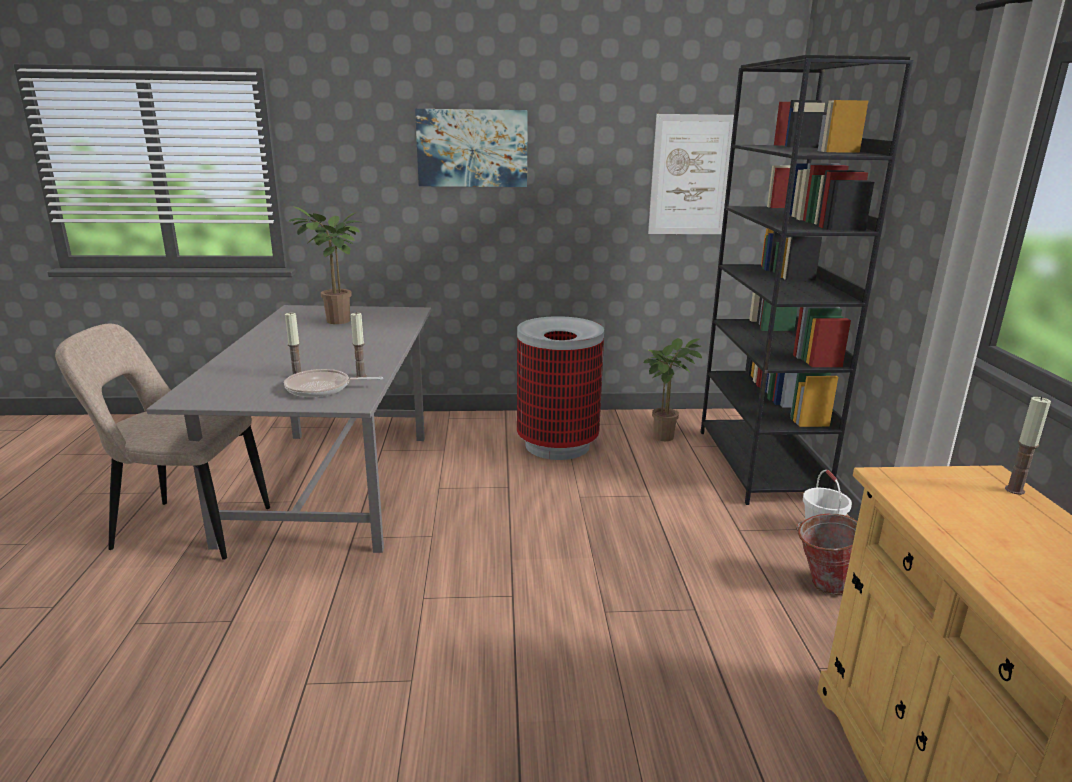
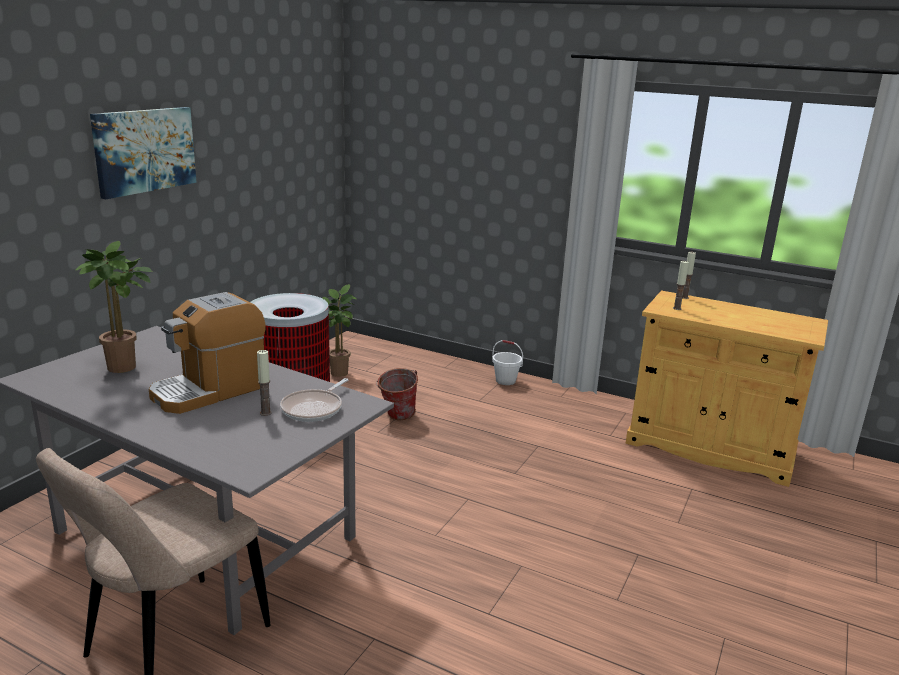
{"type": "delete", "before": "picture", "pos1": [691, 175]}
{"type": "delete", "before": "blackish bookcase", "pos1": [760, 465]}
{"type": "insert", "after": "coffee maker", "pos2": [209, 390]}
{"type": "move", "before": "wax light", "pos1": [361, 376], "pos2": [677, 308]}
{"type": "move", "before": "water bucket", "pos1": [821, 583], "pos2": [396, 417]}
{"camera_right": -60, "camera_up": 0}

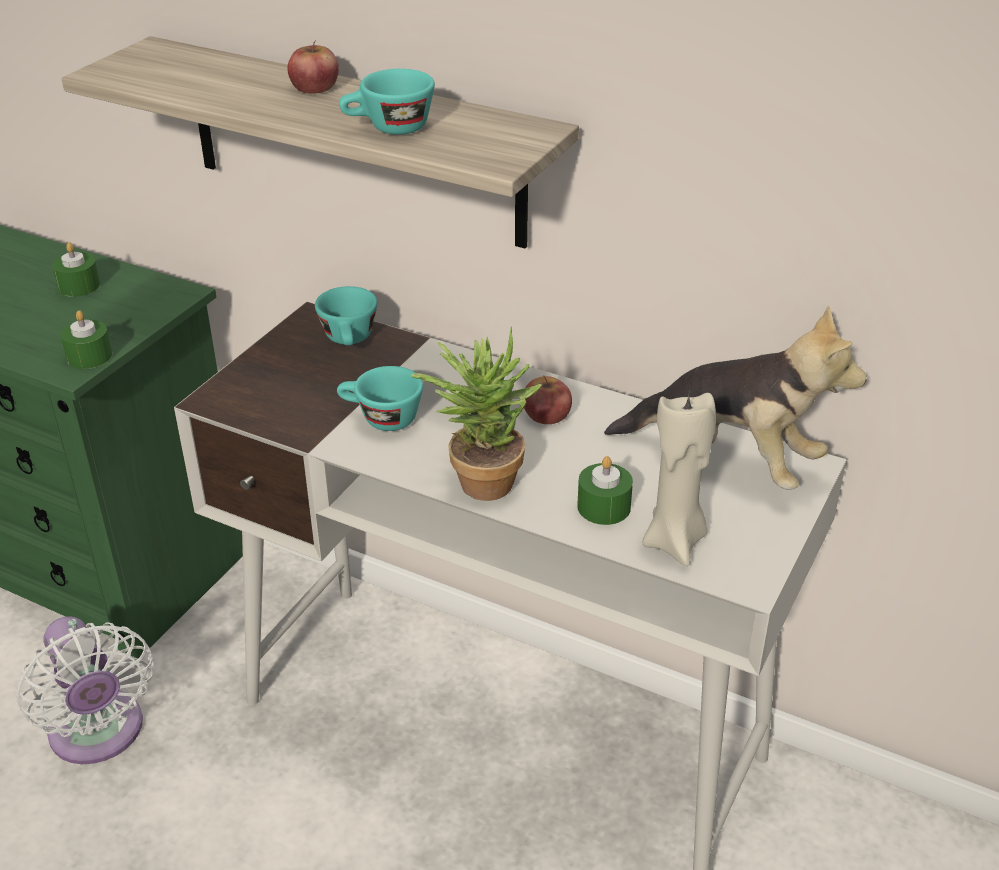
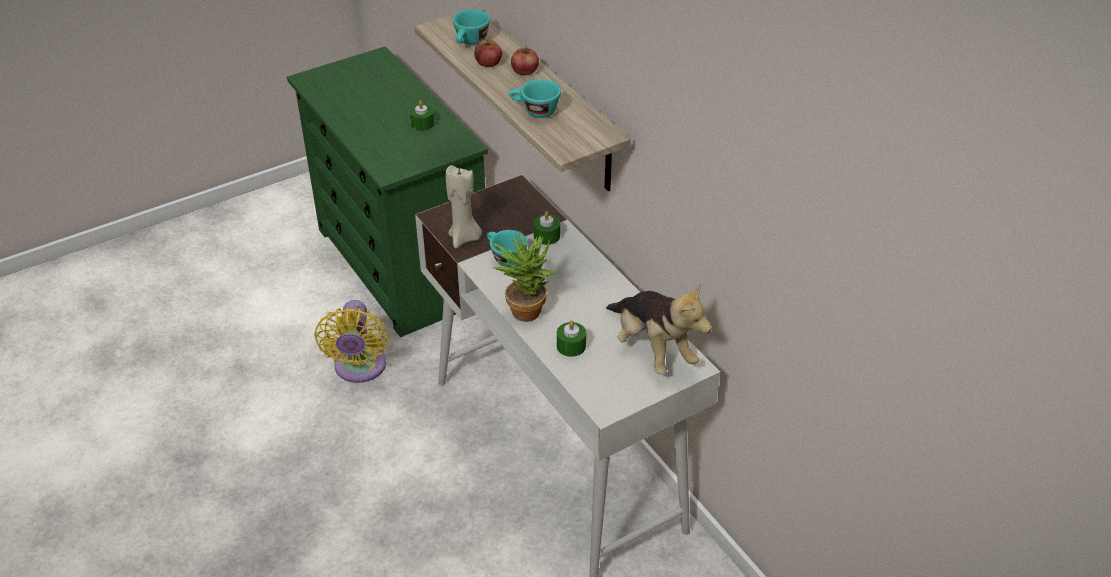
{"type": "move", "before": "green-coloured wax light", "pos1": [89, 356], "pos2": [546, 236]}
{"type": "move", "before": "blue-green small cup", "pos1": [350, 340], "pos2": [470, 42]}
{"type": "move", "before": "whole apple", "pos1": [546, 414], "pos2": [488, 62]}
{"type": "move", "before": "beige wax light", "pos1": [675, 541], "pos2": [464, 238]}
{"type": "recolor", "before": "white-coloured cooling fan", "after": "yellowish cooling fan", "pos1": [99, 735], "pos2": [359, 368]}
{"camera_right": 30, "camera_up": 5}

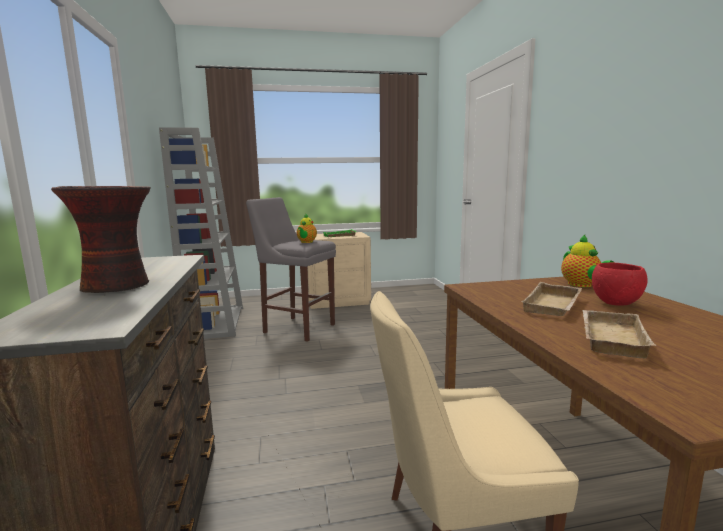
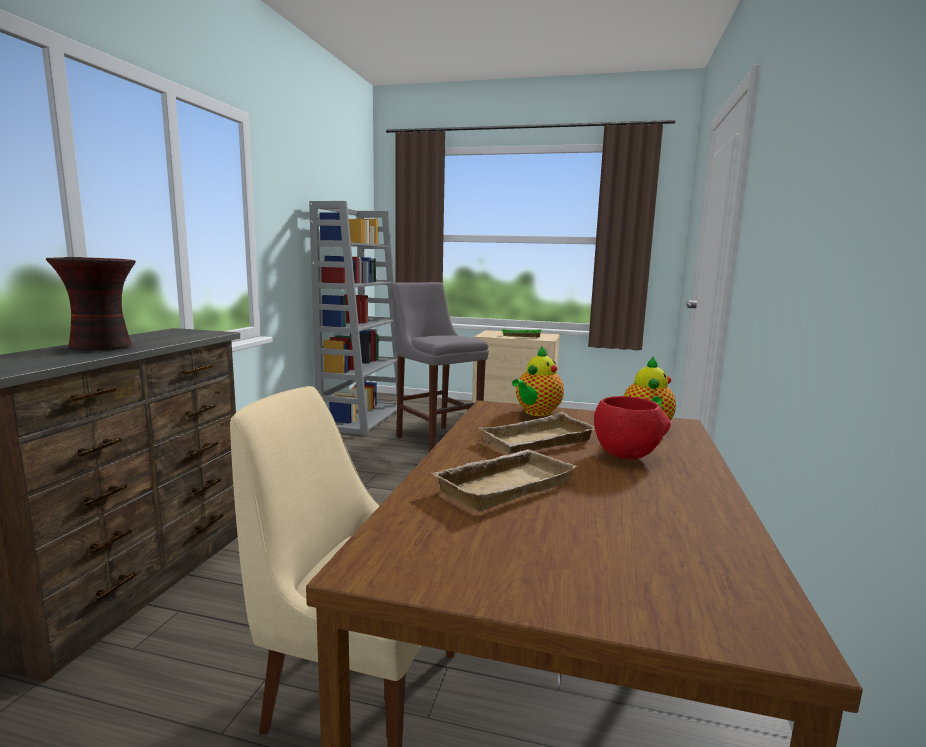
{"type": "move", "before": "tea pot", "pos1": [306, 242], "pos2": [536, 413]}
{"camera_right": 25, "camera_up": 0}

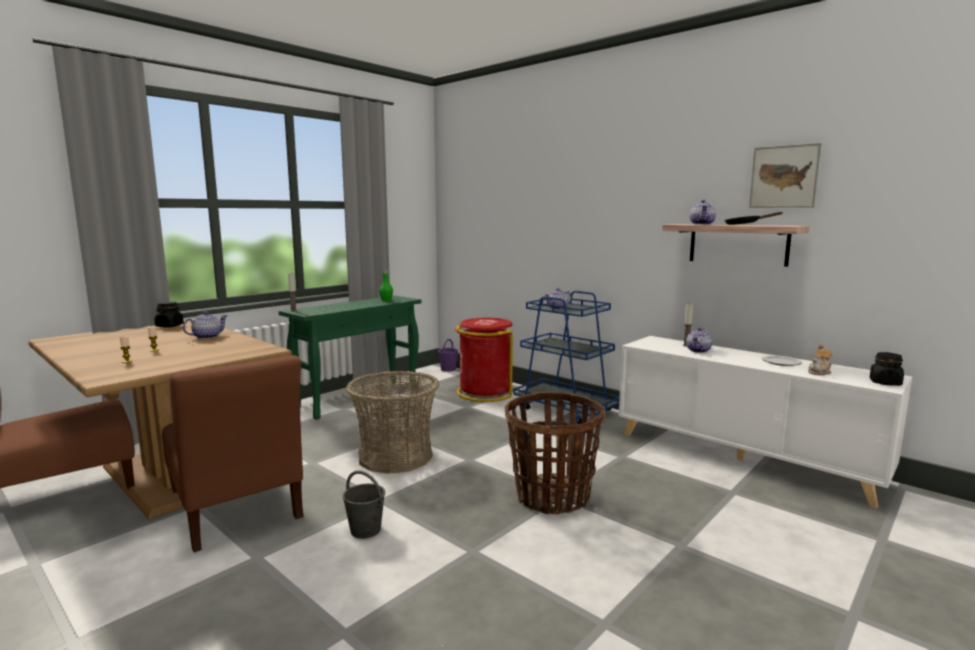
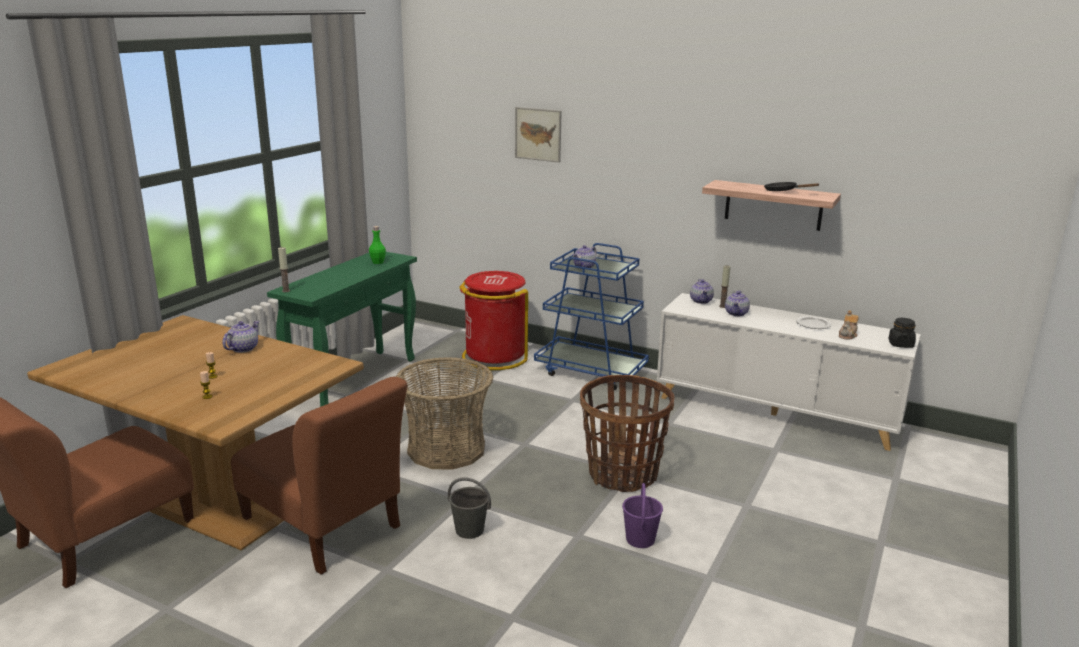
{"type": "delete", "before": "blackish jar", "pos1": [169, 326]}
{"type": "move", "before": "purple water bucket", "pos1": [448, 369], "pos2": [640, 540]}
{"type": "move", "before": "tea pot", "pos1": [702, 224], "pos2": [701, 301]}
{"type": "move", "before": "picture", "pos1": [784, 176], "pos2": [538, 134]}
{"camera_right": -15, "camera_up": 10}

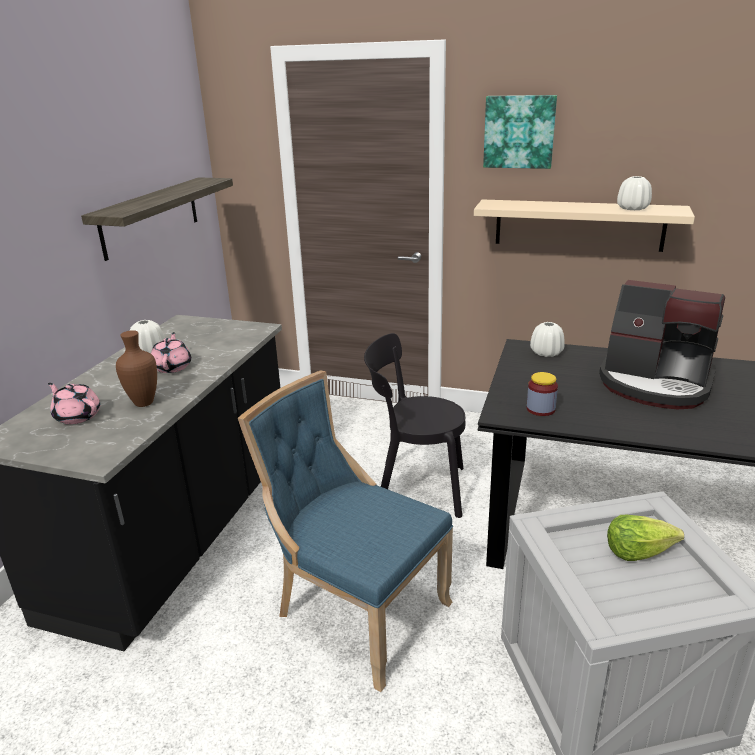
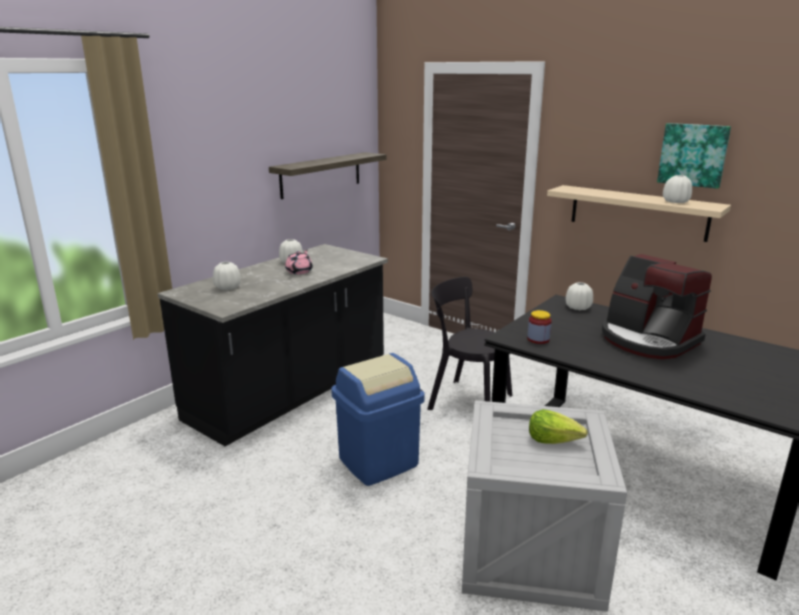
{"type": "delete", "before": "brown decorative vase", "pos1": [145, 402]}
{"type": "move", "before": "picture", "pos1": [519, 132], "pos2": [693, 155]}
{"type": "replace", "before": "pink tea pot", "after": "white-coloured decorative vase", "pos1": [77, 416], "pos2": [227, 287]}
{"type": "replace", "before": "blue plain chair", "after": "blue rubbish bin", "pos1": [356, 611], "pos2": [378, 461]}
{"camera_right": 20, "camera_up": -5}

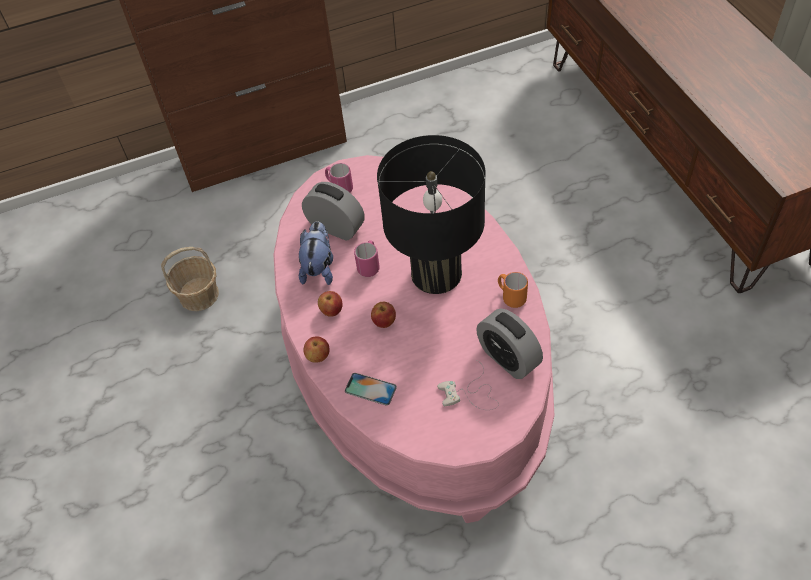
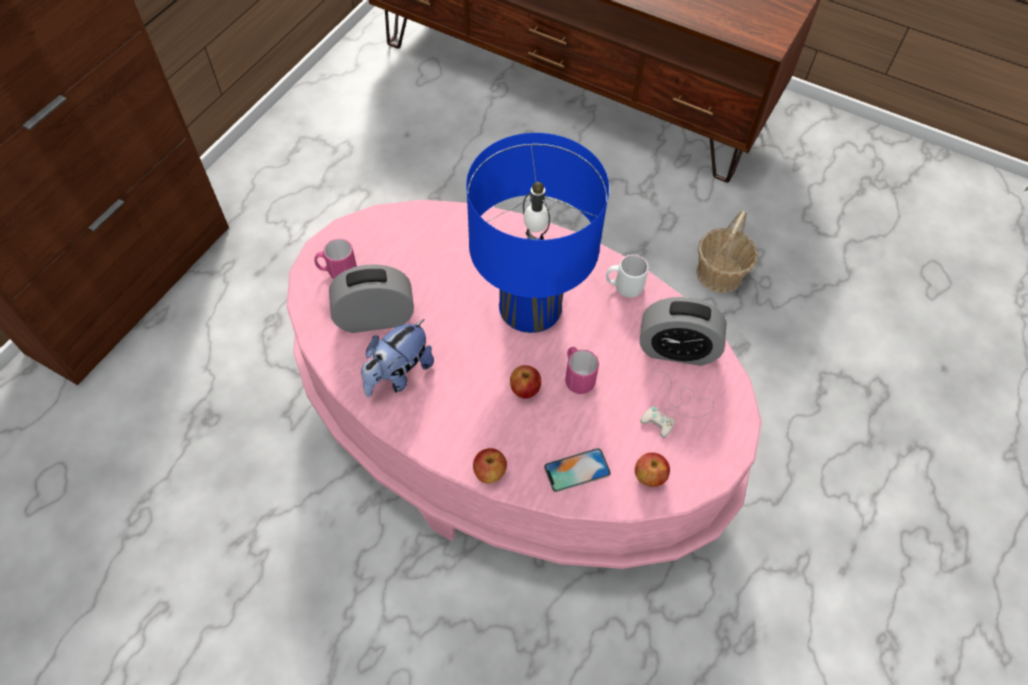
{"type": "move", "before": "basket", "pos1": [199, 295], "pos2": [719, 274]}
{"type": "move", "before": "whole apple", "pos1": [331, 311], "pos2": [649, 476]}
{"type": "move", "before": "pink mug", "pos1": [369, 265], "pos2": [577, 377]}
{"type": "recolor", "before": "blackish lamp for a table", "after": "blue lamp for a table", "pos1": [436, 273], "pos2": [530, 306]}
{"type": "recolor", "before": "orange-coloured mug", "after": "white-coloured mug", "pos1": [511, 297], "pos2": [623, 287]}
{"type": "rotate", "before": "plush toy", "pos1": [319, 267], "pos2": [398, 374], "turn": -105}
{"camera_right": -45, "camera_up": 5}

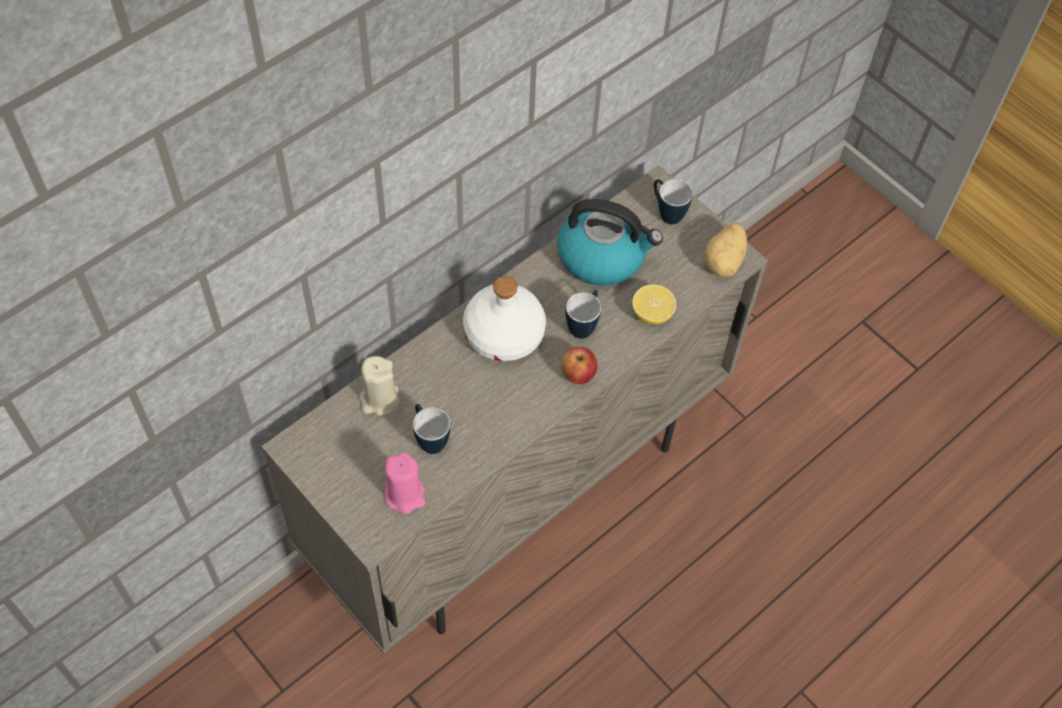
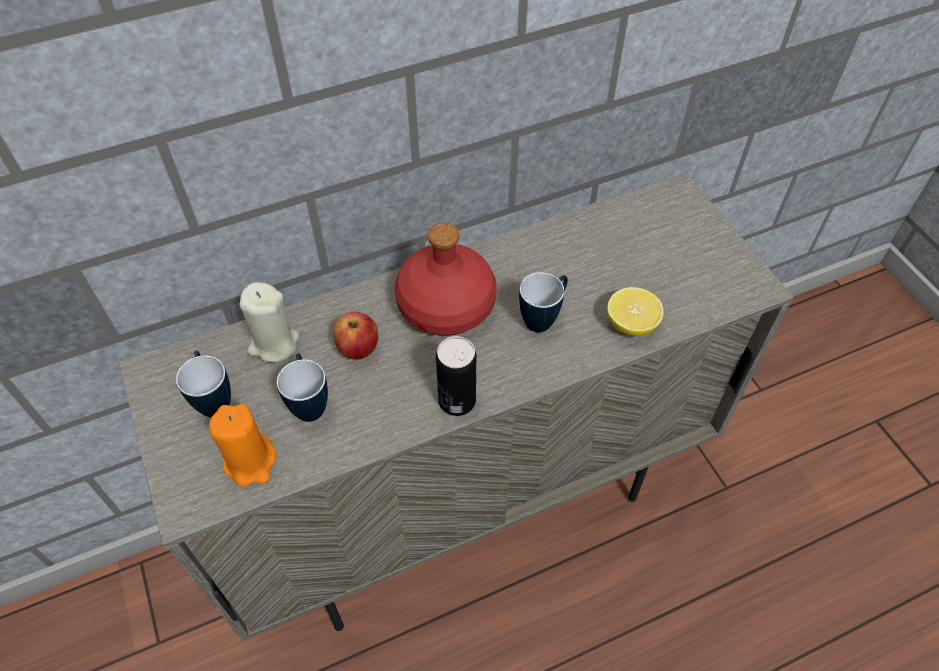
{"type": "delete", "before": "kettle", "pos1": [603, 256]}
{"type": "delete", "before": "spud", "pos1": [725, 261]}
{"type": "insert", "after": "metal can", "pos2": [457, 400]}
{"type": "move", "before": "whole apple", "pos1": [578, 374], "pos2": [358, 348]}
{"type": "move", "before": "mug", "pos1": [666, 213], "pos2": [214, 399]}
{"type": "recolor", "before": "pink wax light", "after": "orange-coloured wax light", "pos1": [405, 494], "pos2": [251, 462]}
{"type": "recolor", "before": "white-coloured drink bottle", "after": "red drink bottle", "pos1": [504, 334], "pos2": [445, 306]}
{"camera_right": 20, "camera_up": -5}

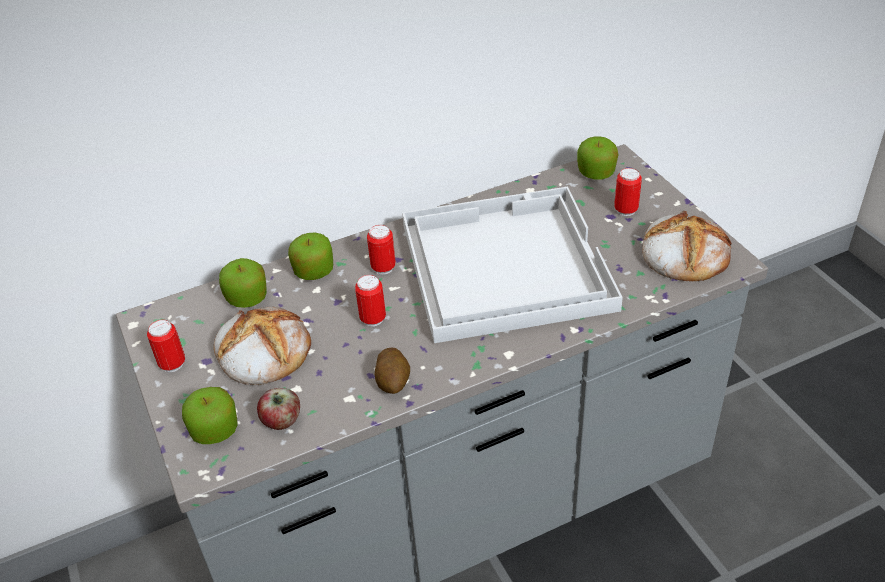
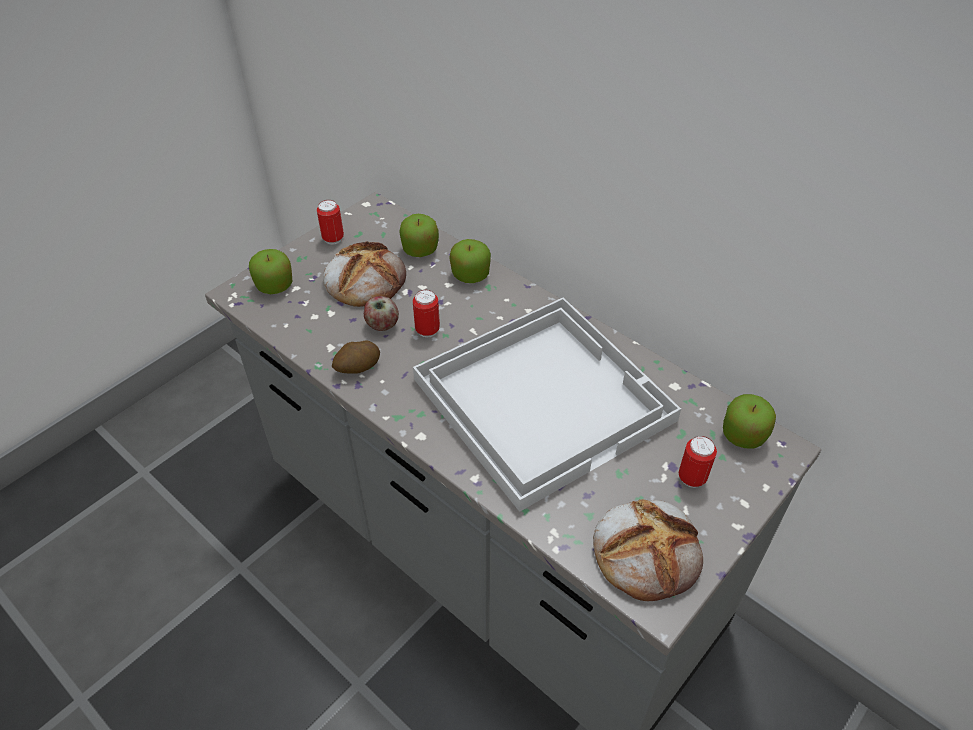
{"type": "delete", "before": "metal can", "pos1": [383, 268]}
{"type": "move", "before": "whole apple", "pos1": [282, 421], "pos2": [382, 325]}
{"camera_right": 65, "camera_up": 5}

